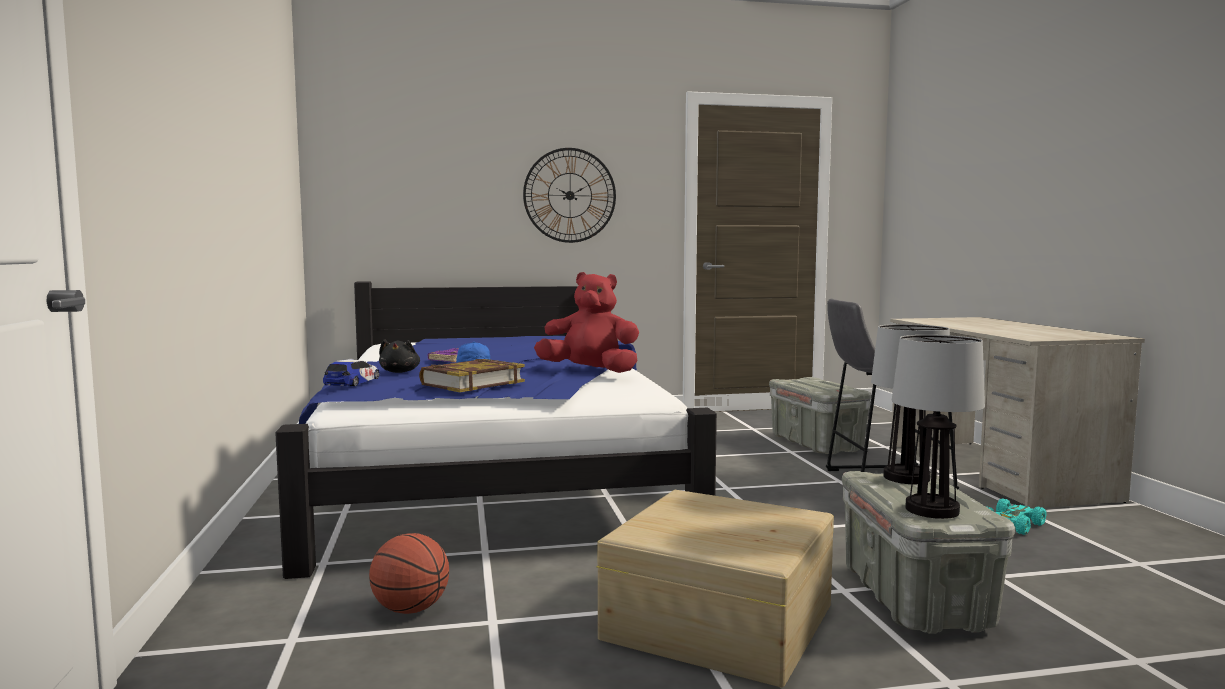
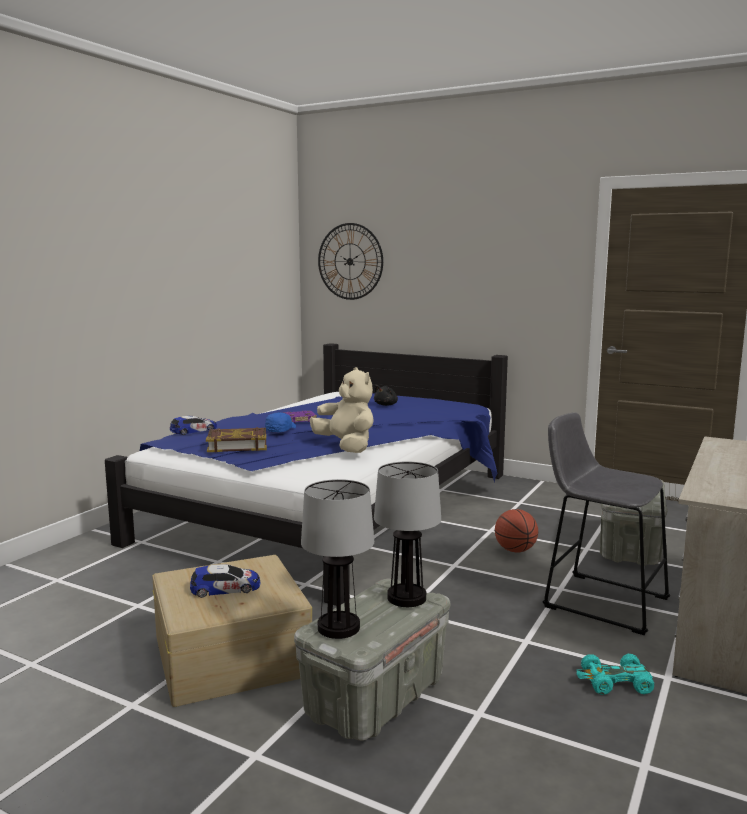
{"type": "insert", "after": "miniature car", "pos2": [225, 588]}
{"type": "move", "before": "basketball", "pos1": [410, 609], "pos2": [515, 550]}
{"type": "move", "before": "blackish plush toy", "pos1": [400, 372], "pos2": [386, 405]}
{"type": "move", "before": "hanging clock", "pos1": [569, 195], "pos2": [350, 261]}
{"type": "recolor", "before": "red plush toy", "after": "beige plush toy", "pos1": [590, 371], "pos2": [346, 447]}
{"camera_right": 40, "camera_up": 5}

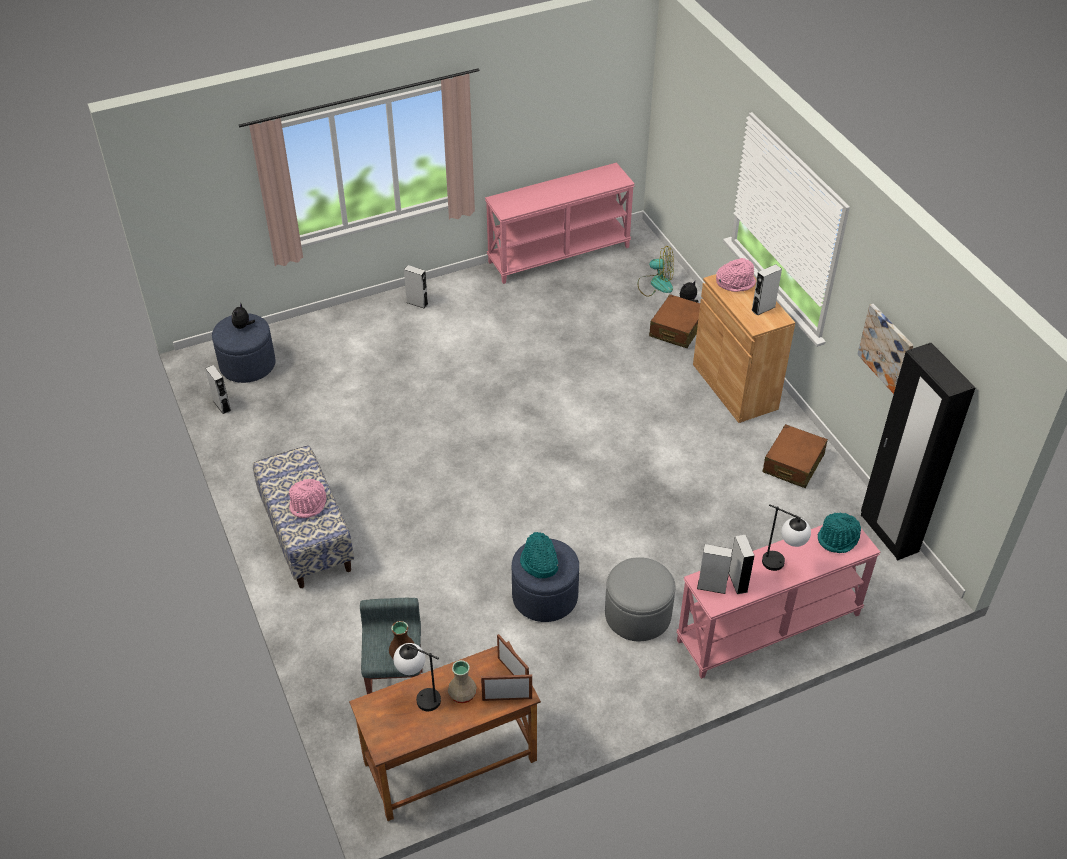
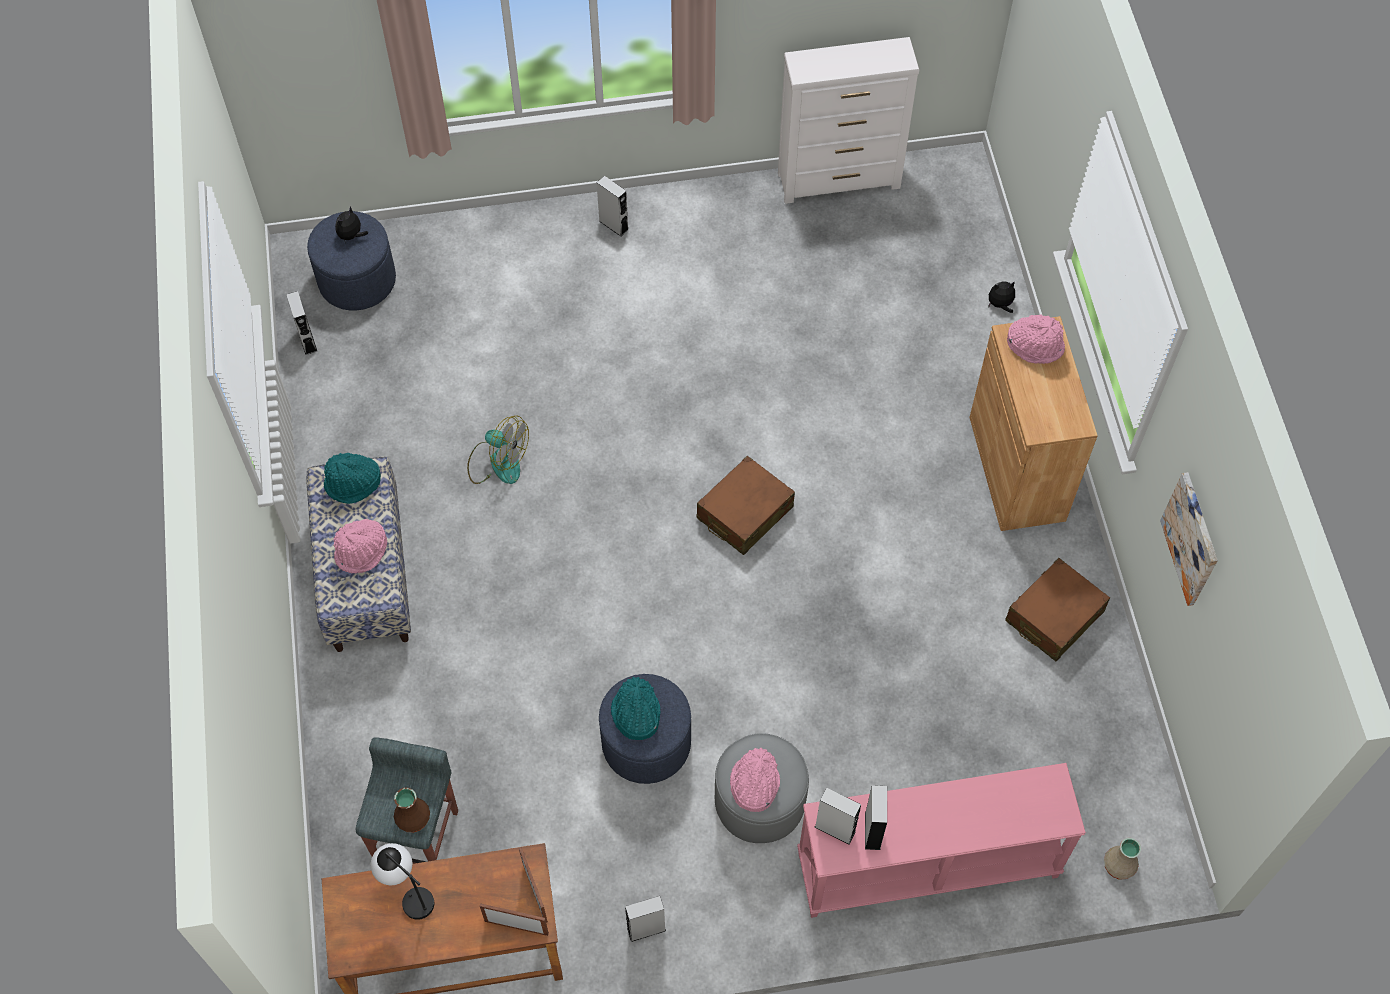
{"type": "delete", "before": "lamp for a table", "pos1": [781, 565]}
{"type": "delete", "before": "blackish armoire", "pos1": [888, 533]}
{"type": "insert", "after": "pink hat", "pos2": [754, 784]}
{"type": "move", "before": "beige decorative vase", "pos1": [462, 694], "pos2": [1118, 865]}
{"type": "move", "before": "cooling fan", "pos1": [655, 284], "pos2": [497, 462]}
{"type": "move", "before": "brown piece of luggage", "pos1": [677, 329], "pos2": [744, 513]}
{"type": "move", "before": "greyish loudspeaker", "pos1": [763, 308], "pos2": [646, 929]}
{"type": "move", "before": "blue-green hat", "pos1": [838, 539], "pos2": [353, 484]}
{"type": "replace", "before": "pink narrow table", "after": "white-coloured drawer chest", "pos1": [559, 254], "pos2": [840, 180]}
{"camera_right": 15, "camera_up": 15}

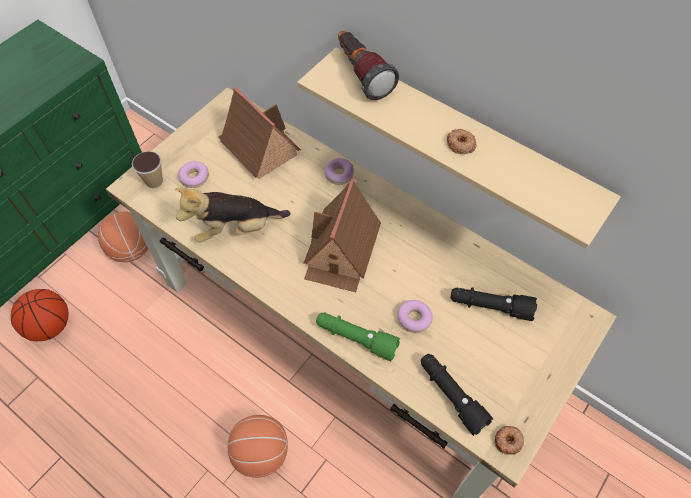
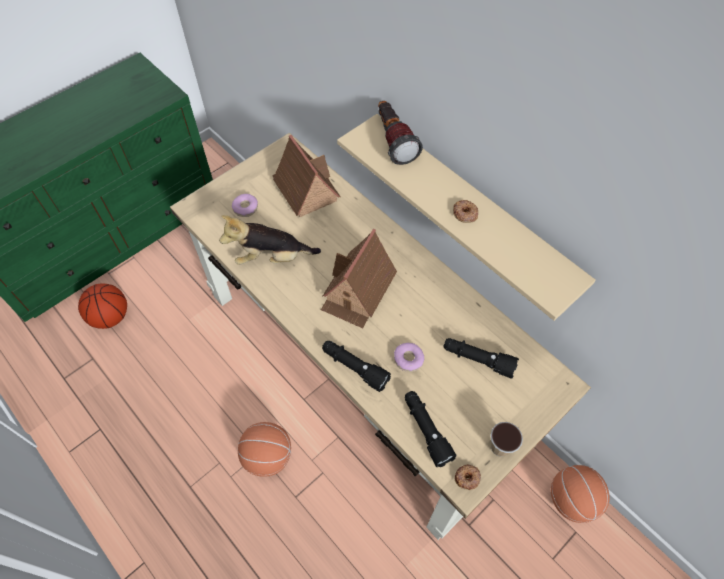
{"type": "delete", "before": "ring doughnut", "pos1": [339, 174]}
{"type": "move", "before": "basketball", "pos1": [131, 249], "pos2": [571, 499]}
{"type": "move", "before": "small cup", "pos1": [154, 181], "pos2": [500, 447]}
{"type": "recolor", "before": "green-coloured hand torch", "after": "blackish hand torch", "pos1": [356, 338], "pos2": [354, 368]}
{"camera_right": 10, "camera_up": 0}

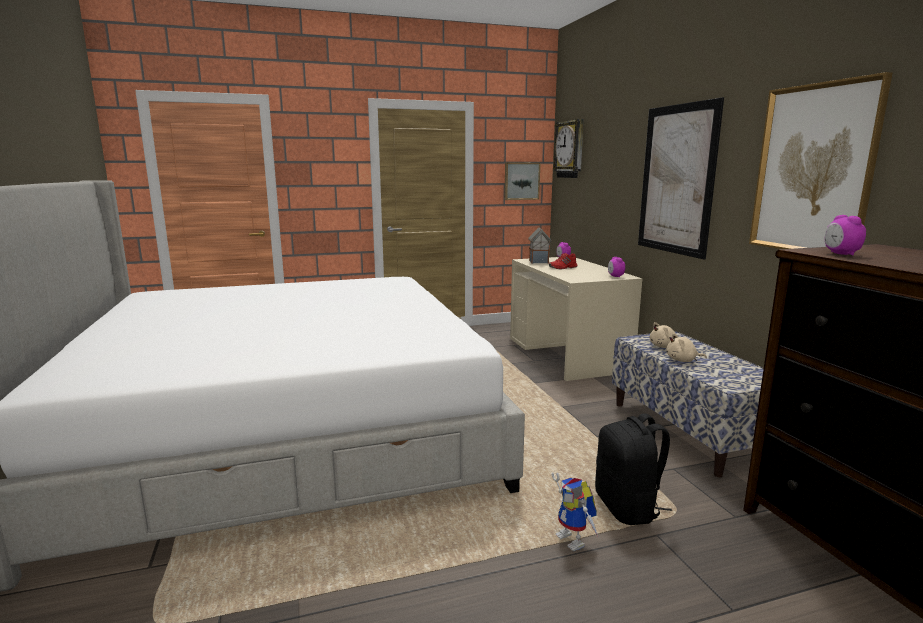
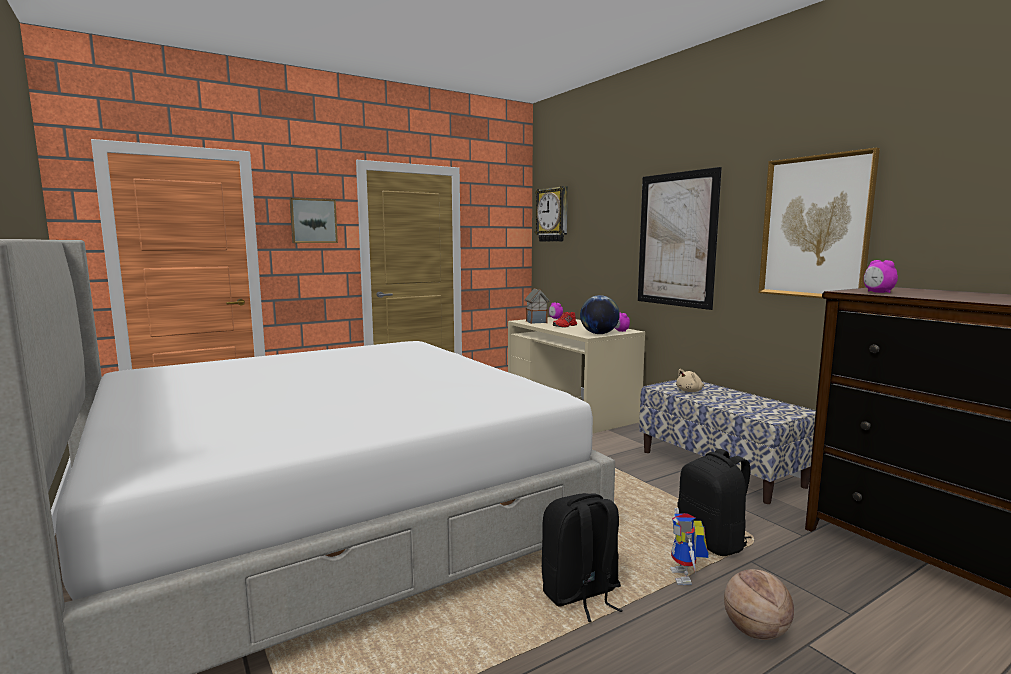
{"type": "delete", "before": "beige plush toy", "pos1": [683, 360]}
{"type": "insert", "after": "blackish backpack", "pos2": [580, 594]}
{"type": "insert", "after": "world globe", "pos2": [599, 334]}
{"type": "insert", "after": "basketball", "pos2": [755, 632]}
{"type": "move", "before": "picture", "pos1": [521, 181], "pos2": [313, 221]}
{"type": "rotate", "before": "model robot", "pos1": [575, 540], "pos2": [686, 578], "turn": 45}
{"camera_right": -15, "camera_up": -5}

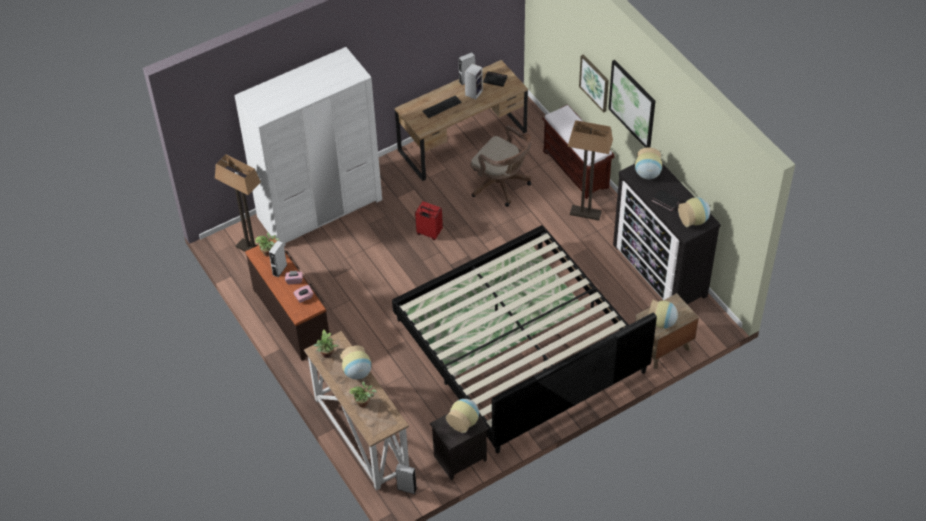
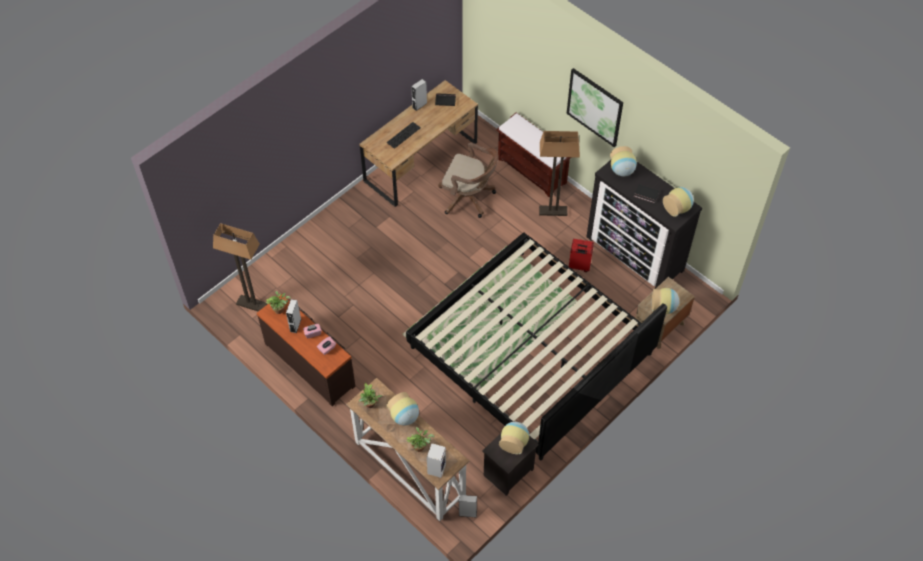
{"type": "delete", "before": "white-coloured armoire", "pos1": [320, 208]}
{"type": "delete", "before": "picture", "pos1": [595, 82]}
{"type": "move", "before": "red piece of luggage", "pos1": [429, 233], "pos2": [579, 266]}
{"type": "move", "before": "loudspeaker", "pos1": [474, 92], "pos2": [436, 468]}
{"camera_right": -15, "camera_up": 5}

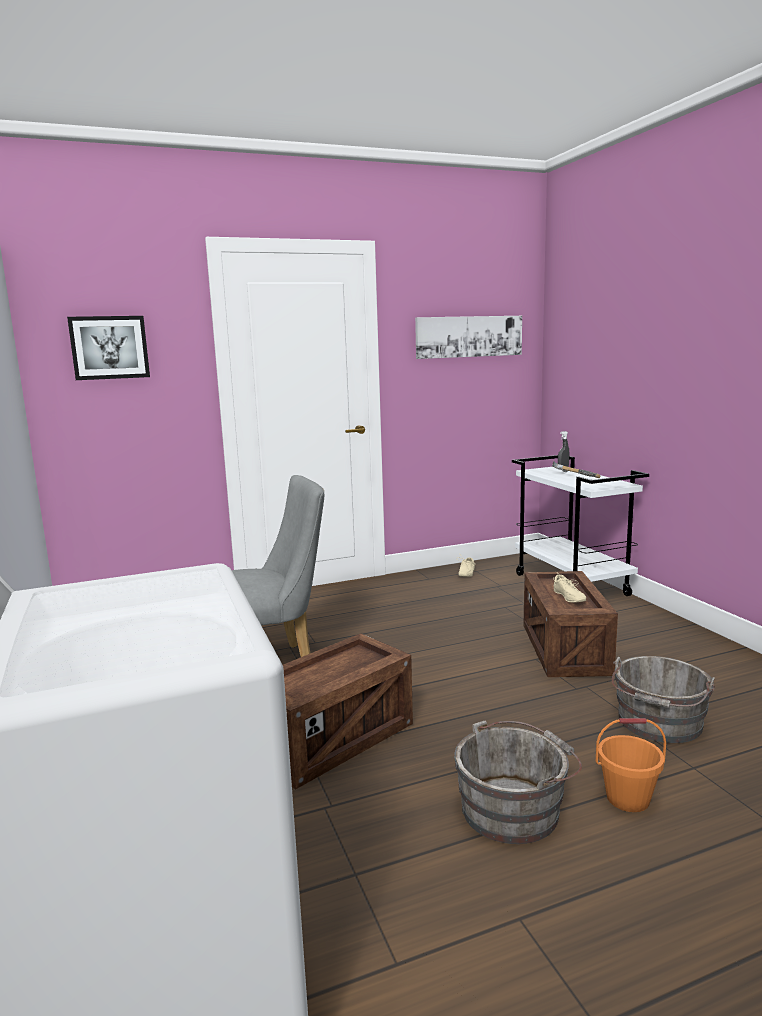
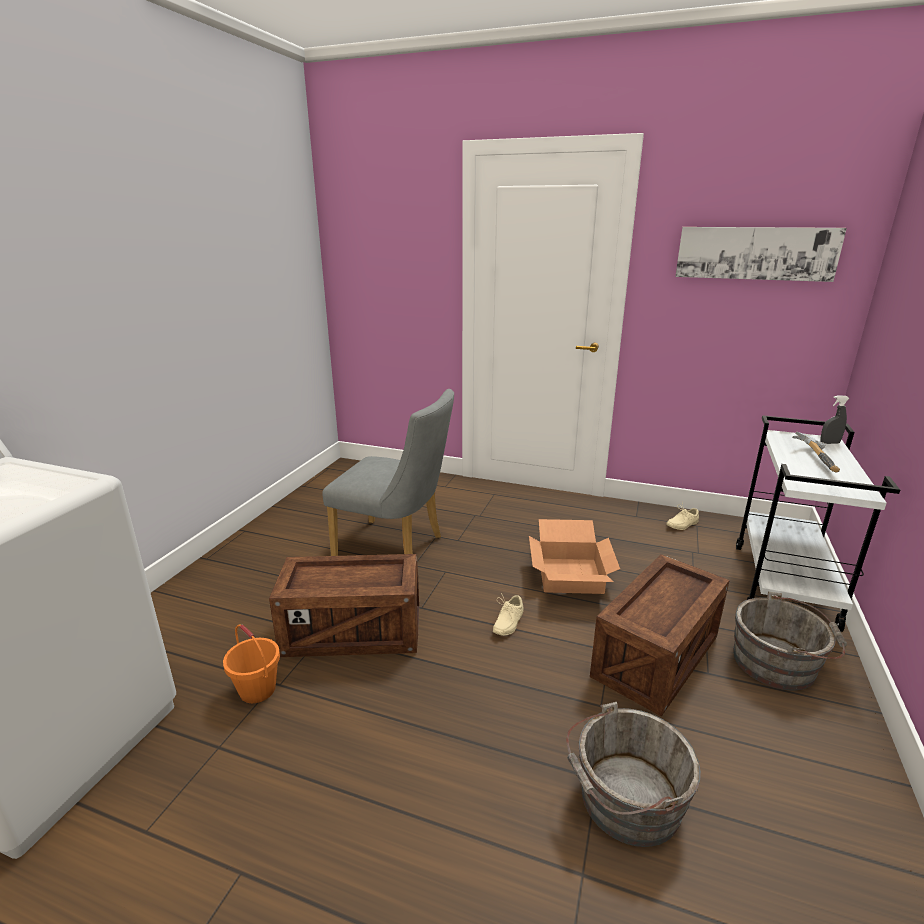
{"type": "delete", "before": "picture", "pos1": [109, 347]}
{"type": "insert", "after": "carton", "pos2": [571, 575]}
{"type": "move", "before": "greyish water bucket", "pos1": [515, 808], "pos2": [779, 663]}
{"type": "move", "before": "beige item of footwear", "pos1": [567, 597], "pos2": [506, 622]}
{"type": "move", "before": "orange-coloured water bucket", "pos1": [628, 798], "pos2": [258, 689]}
{"camera_right": 40, "camera_up": 10}

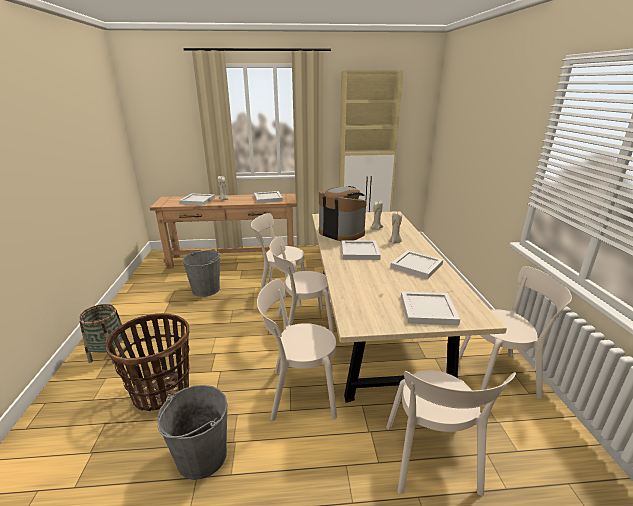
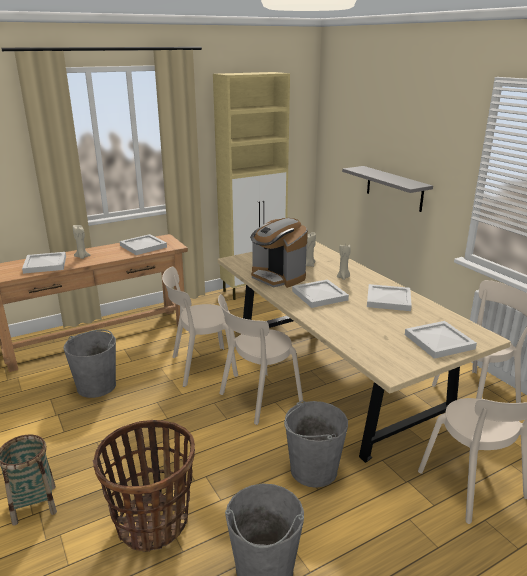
{"type": "insert", "after": "greyish bracket shelf", "pos2": [394, 188]}
{"type": "replace", "before": "beige plain chair", "after": "greyish water bucket", "pos1": [299, 393], "pos2": [313, 469]}
{"type": "rotate", "before": "coffee maker", "pos1": [341, 233], "pos2": [277, 277], "turn": -150}
{"camera_right": -25, "camera_up": 0}

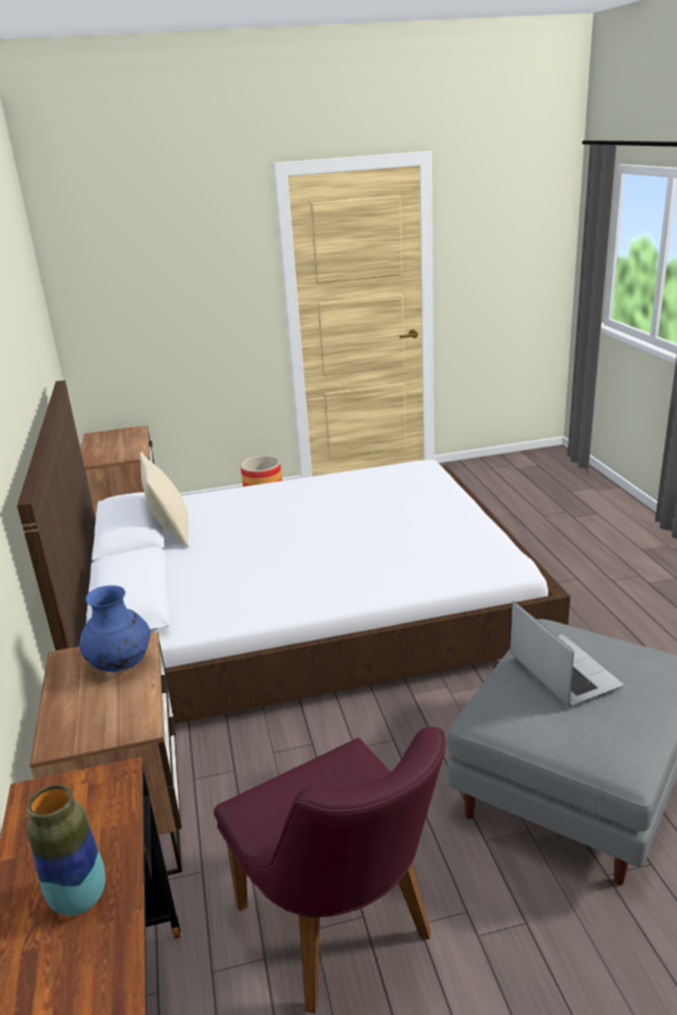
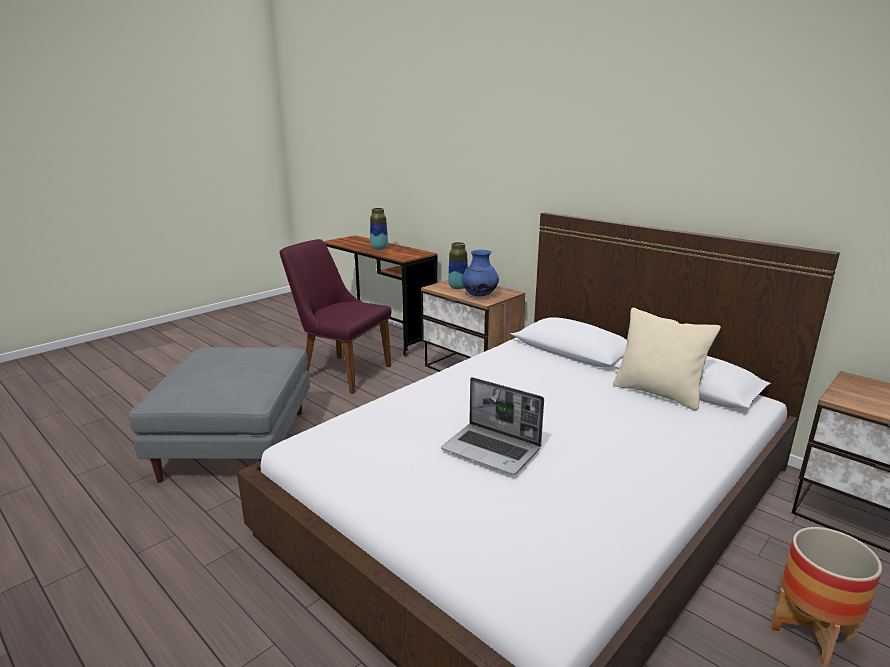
{"type": "insert", "after": "decorative vase", "pos2": [458, 287]}
{"type": "move", "before": "laptop", "pos1": [562, 671], "pos2": [492, 450]}
{"camera_right": 145, "camera_up": -5}

